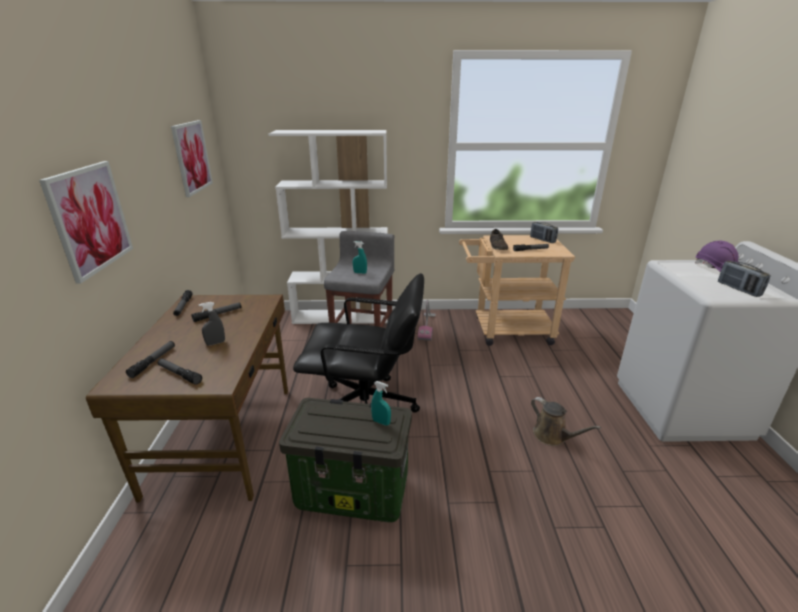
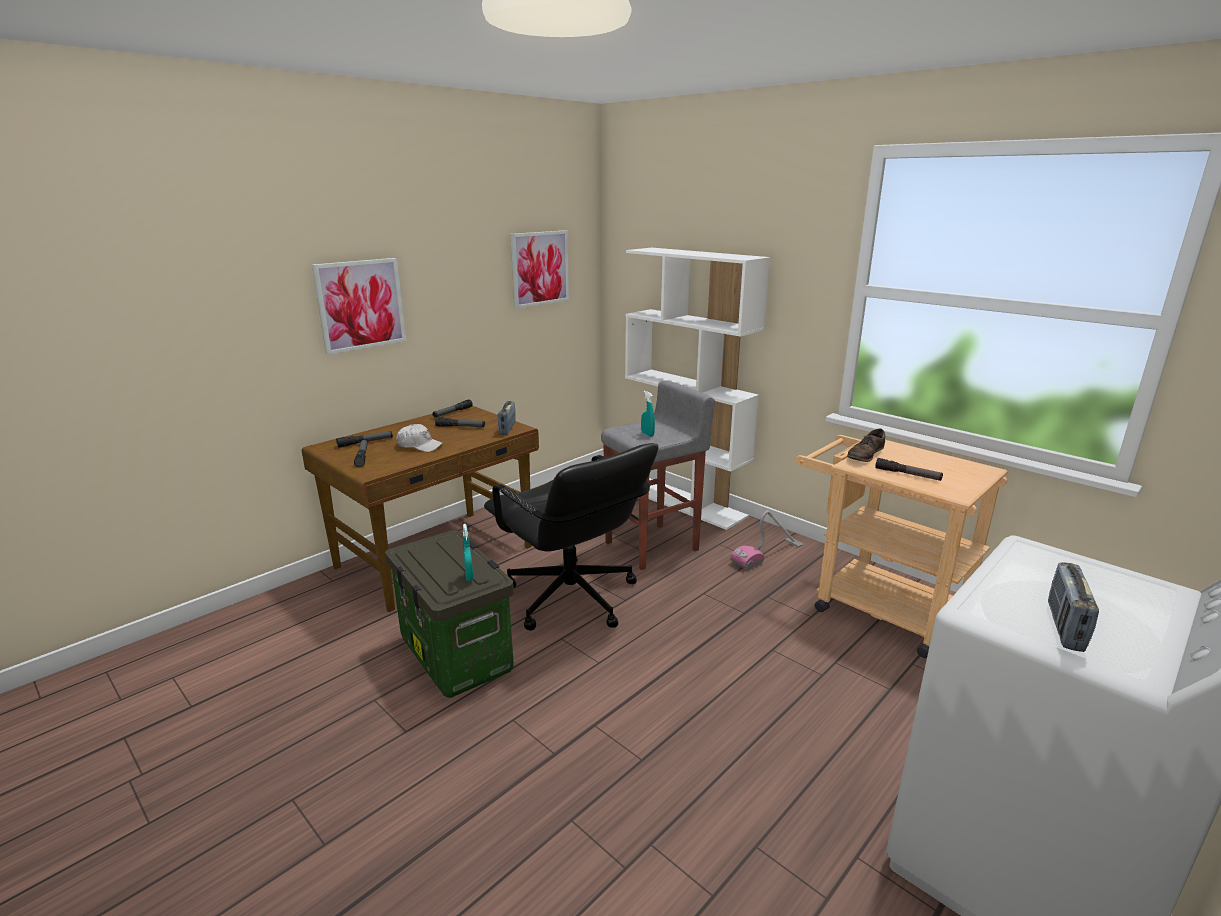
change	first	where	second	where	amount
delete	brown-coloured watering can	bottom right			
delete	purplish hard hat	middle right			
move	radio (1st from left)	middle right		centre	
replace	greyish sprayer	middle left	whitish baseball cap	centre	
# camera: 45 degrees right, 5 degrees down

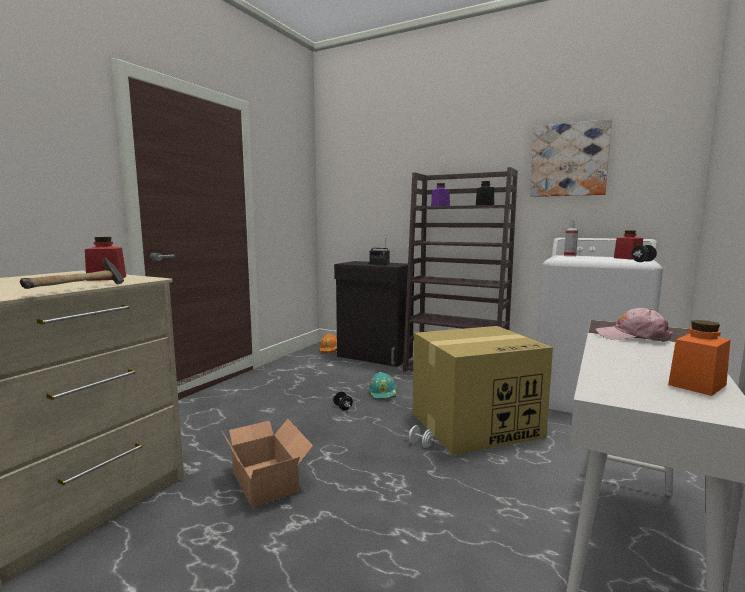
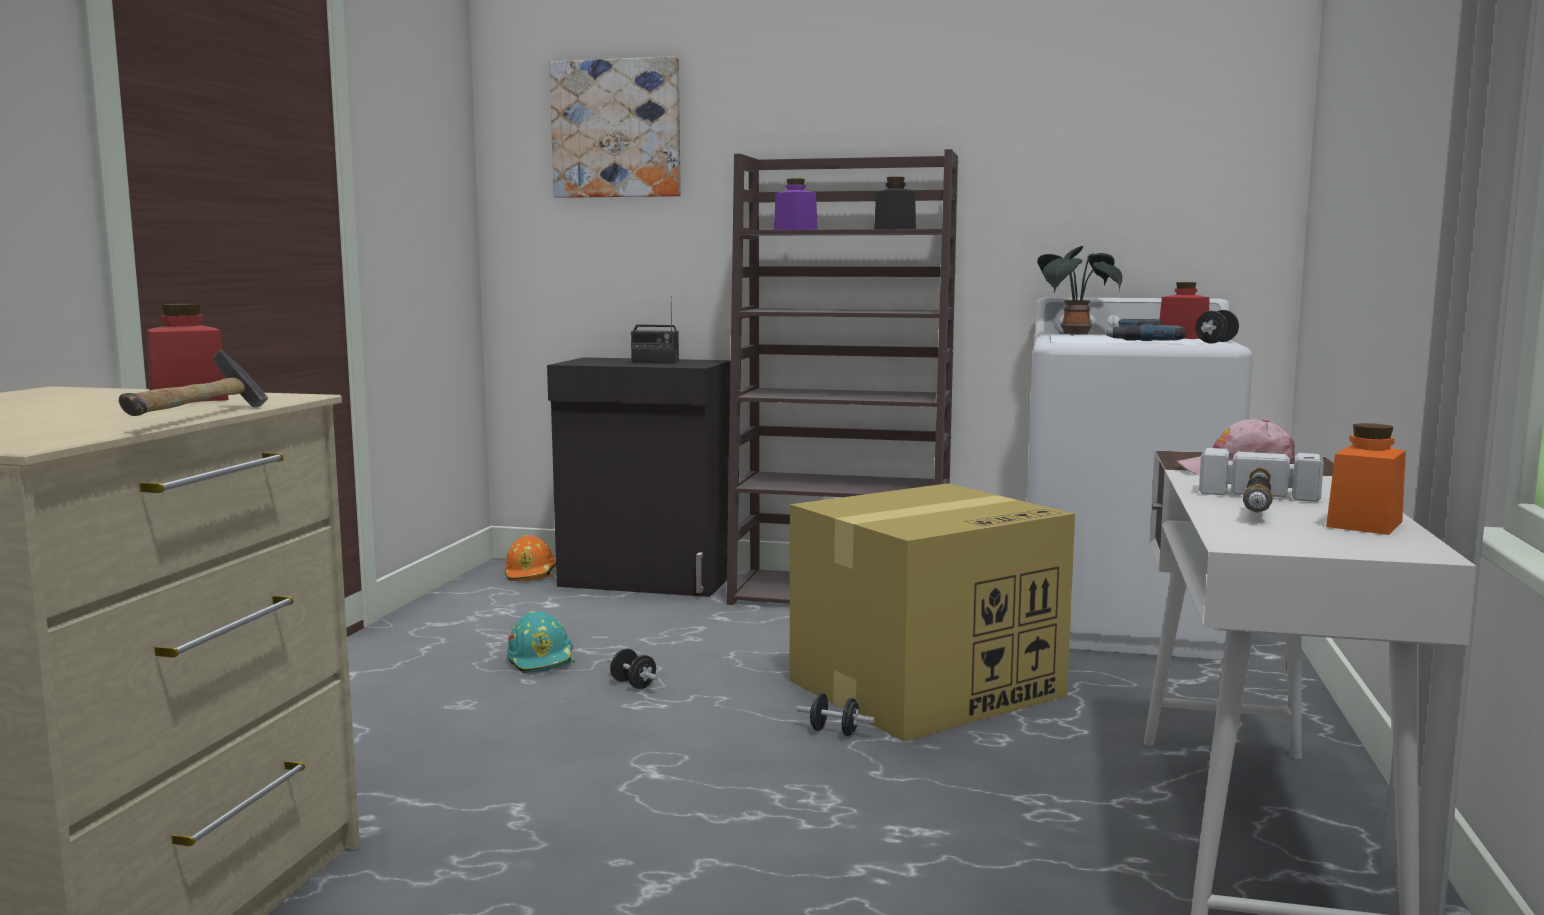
change	first	where	second	where	amount
delete	carton (1st from left)	bottom centre			
insert			electric drill	middle right	
insert			hand hammer (2nd from left)	middle right	
move	blue-green hard hat	centre		bottom centre	
move	wall picture	top right		top centre	
replace	sprayer	middle right	houseplant	top right	
recolor	whitish hand weight	bottom centre	black hand weight (2nd from left)	bottom centre	
# camera: 15 degrees left, 0 degrees up

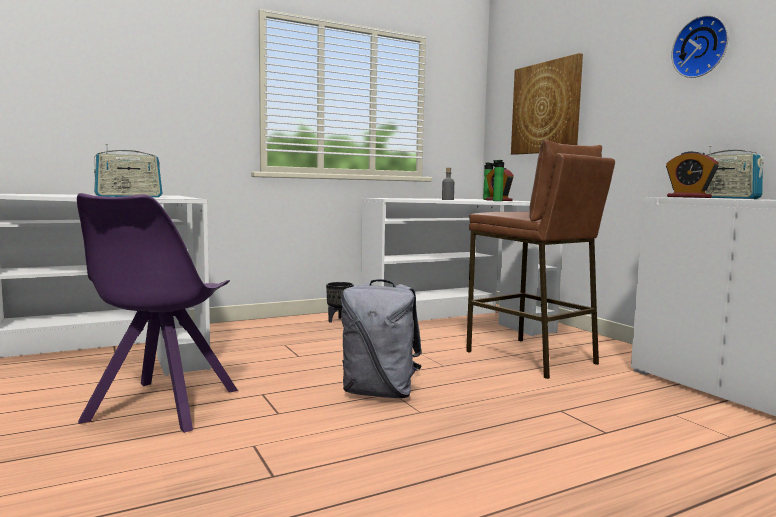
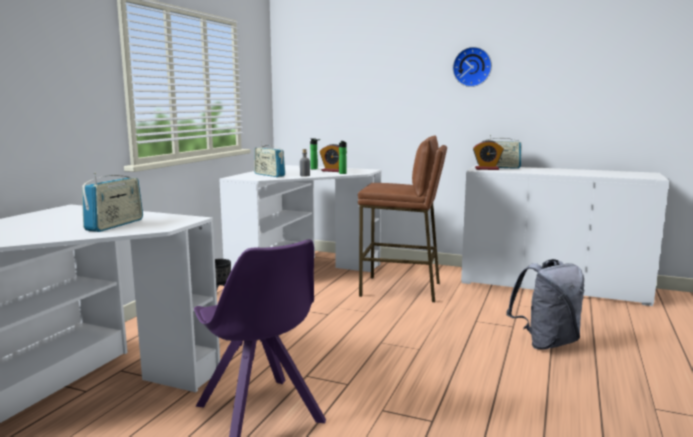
change	first	where	second	where	amount
delete	wall picture	top right			
insert			radio (2nd from left)	centre	
move	greyish rucksack	centre		bottom right	
# camera: 40 degrees left, 5 degrees up

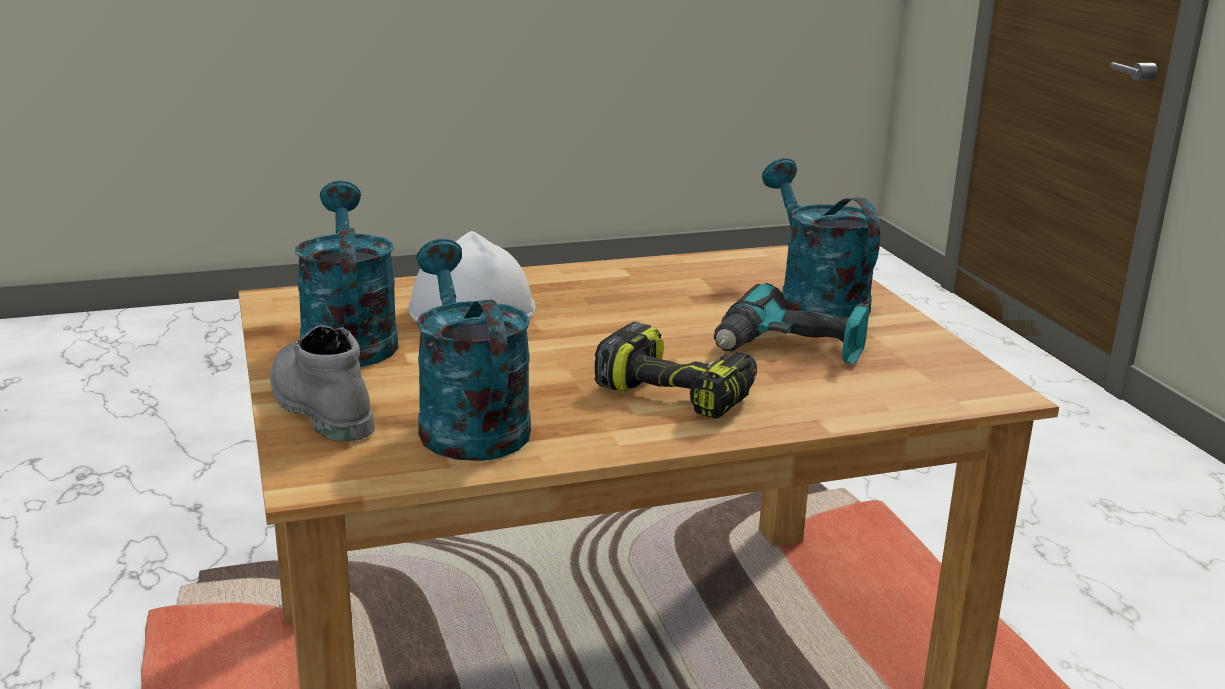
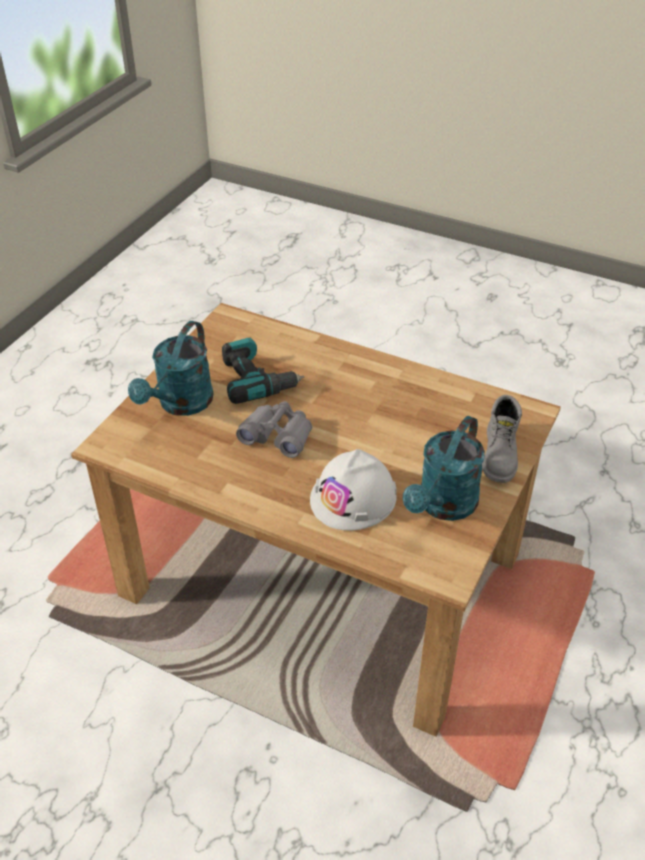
change	first	where	second	where	amount
delete	blue-green watering can (2nd from left)	centre			
delete	electric drill (1st from left)	centre			
insert			greyish binoculars	centre	
# camera: 135 degrees left, 20 degrees up

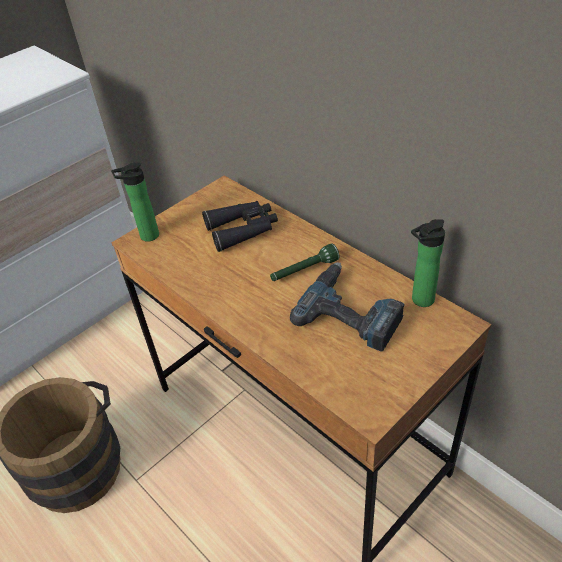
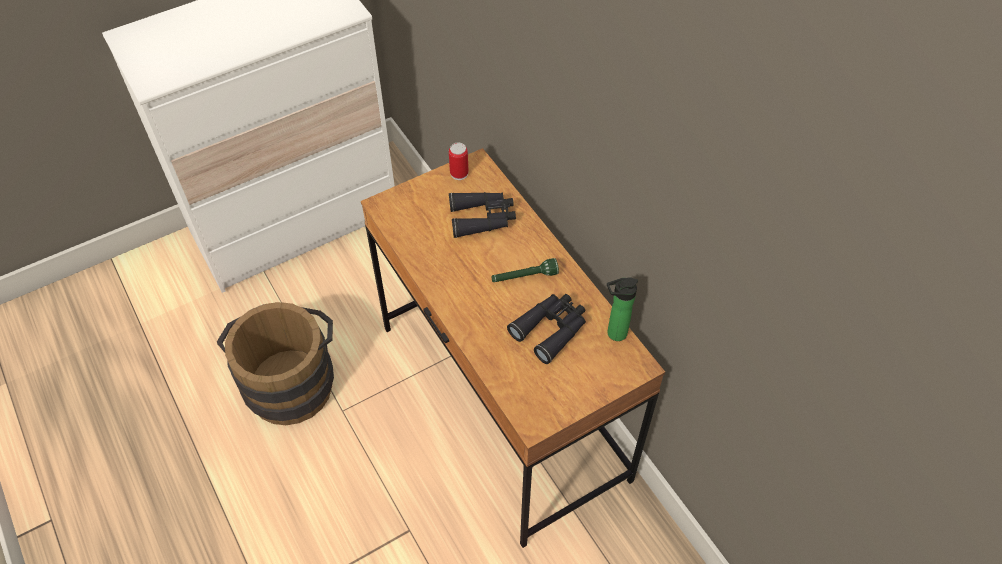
change	first	where	second	where	amount
delete	beverage bottle (1st from left)	middle left			
insert			metal can	top centre	
replace	electric drill	centre	black binoculars (2nd from left)	centre	
# camera: 10 degrees right, 10 degrees up

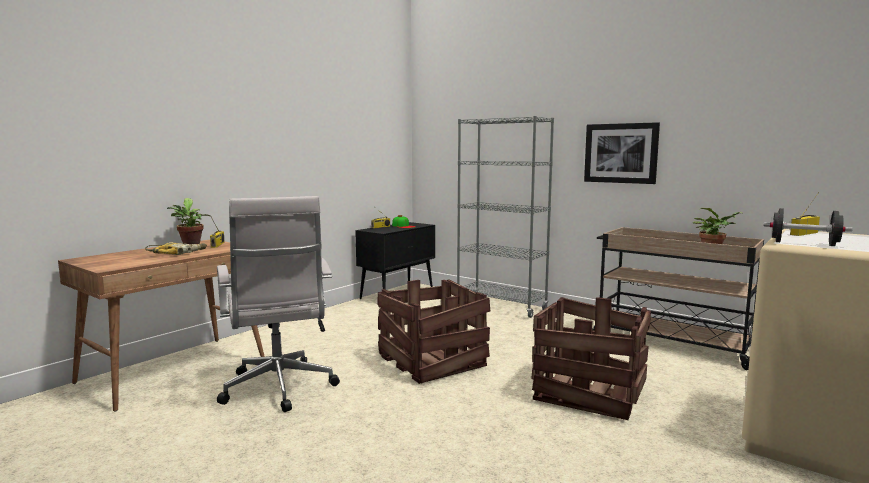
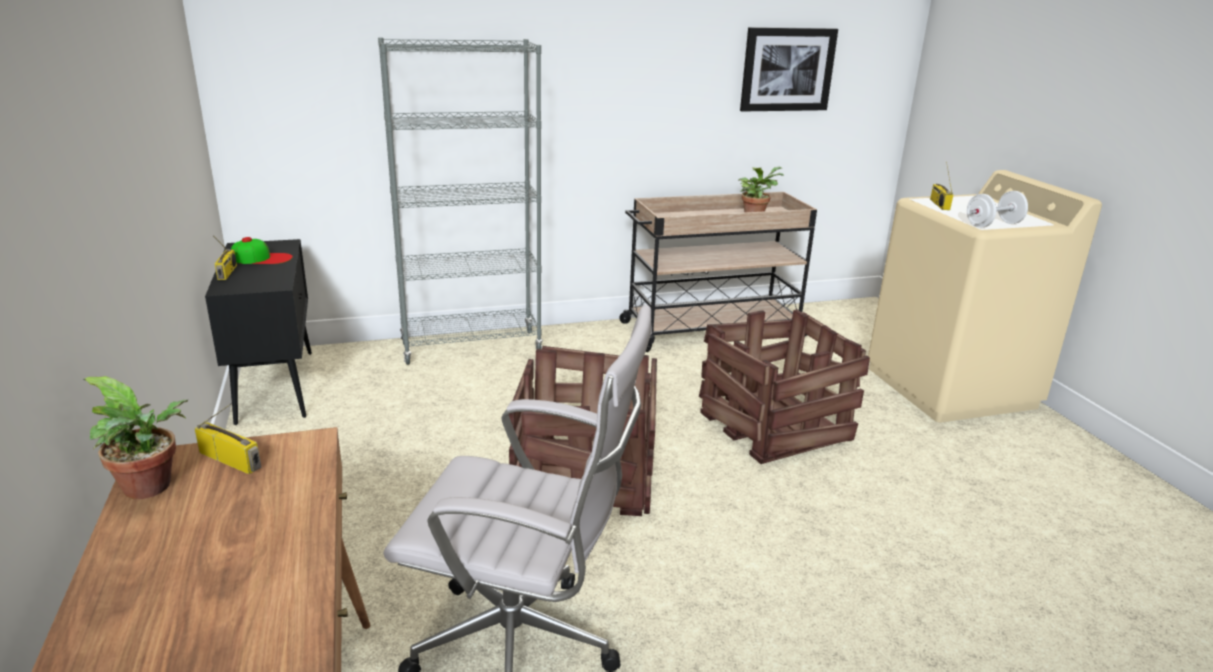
change	first	where	second	where	amount
delete	electric drill	middle left			
move	wall picture	top right		top centre	
recolor	black hand weight	middle right	whitish hand weight	top right	
# camera: 55 degrees left, 15 degrees up

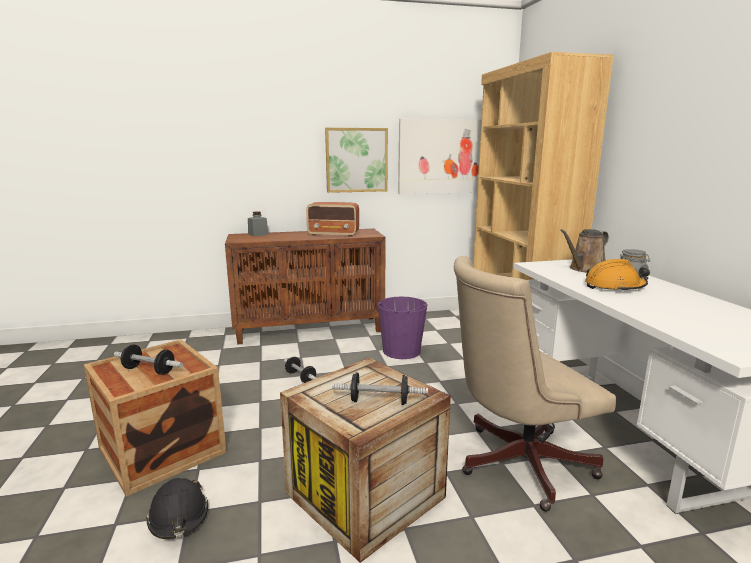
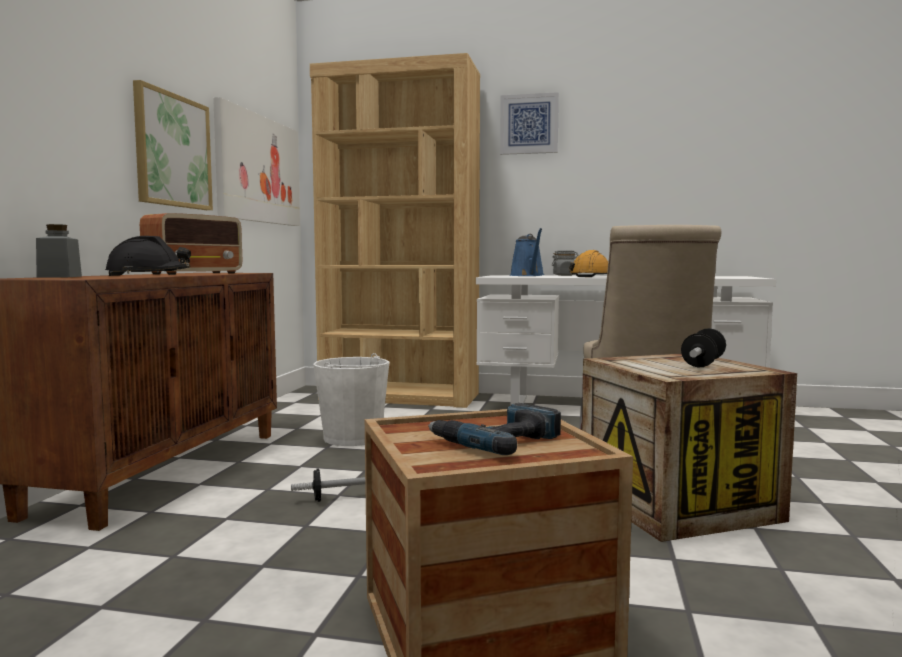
change	first	where	second	where	amount
insert			wall picture (3rd from left)	top centre	
move	black hard hat	bottom left		middle left	
replace	hand weight (1st from left)	middle left	electric drill	centre	
recolor	purplish pail	centre	whitish pail	centre	
recolor	brown-coloured watering can	middle right	blue watering can	centre	
# camera: 65 degrees left, 10 degrees down

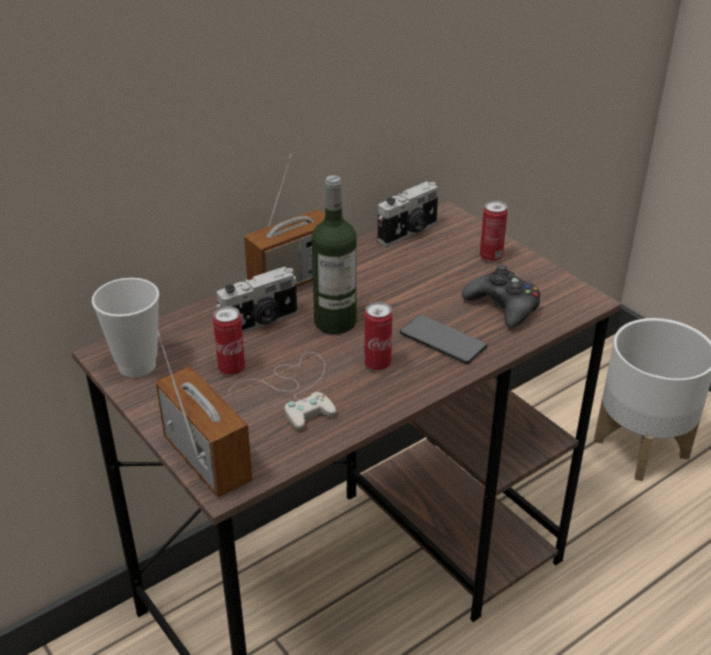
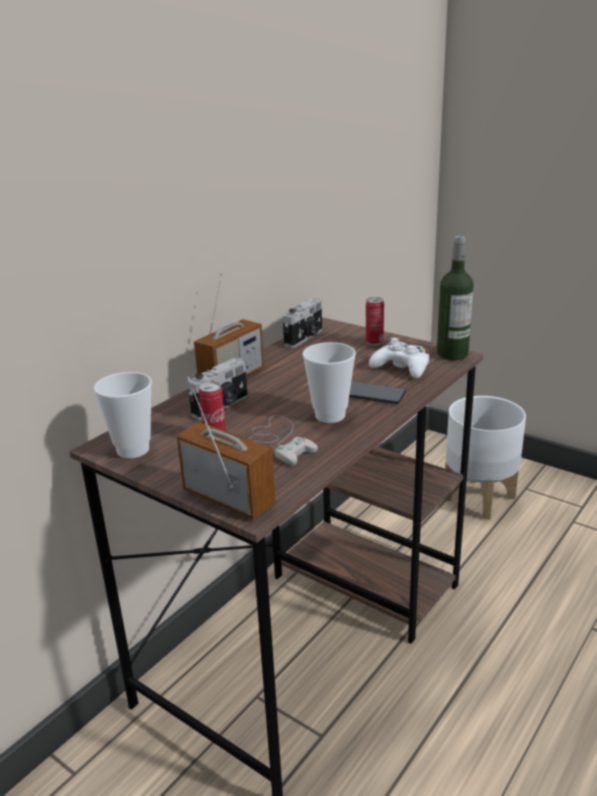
change	first	where	second	where	amount
move	beverage bottle	centre		middle right	
replace	metal can (2nd from left)	centre	small cup (2nd from left)	centre	
recolor	black joypad	middle right	whitish joypad (2nd from left)	middle right	
# camera: 15 degrees left, 10 degrees down

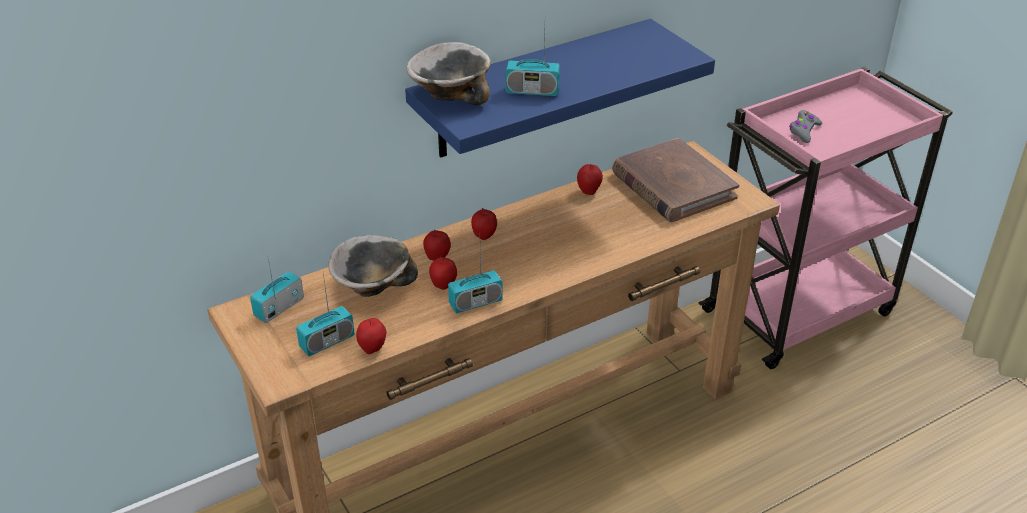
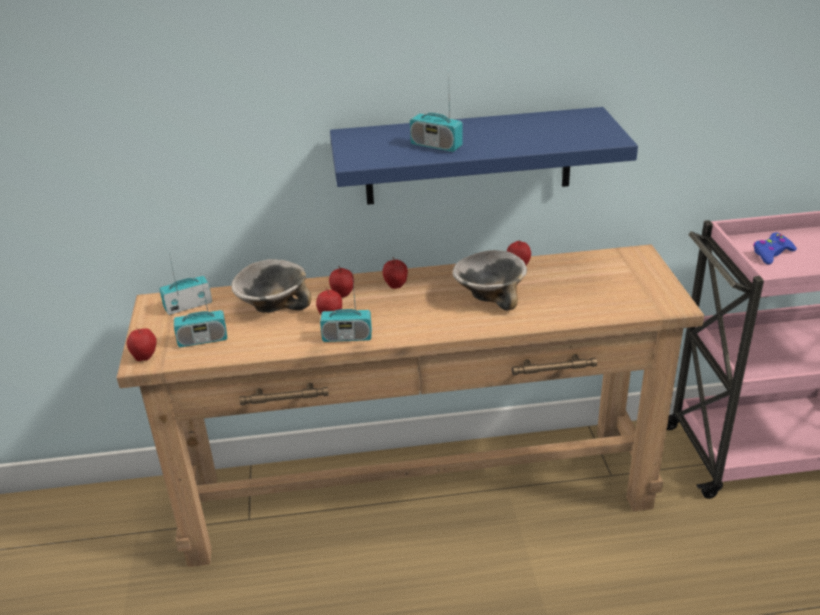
change	first	where	second	where	amount
delete	brown-coloured book	centre			
move	whole apple (1st from left)	centre		middle left	
move	serving bowl (2nd from left)	top centre		centre	
recolor	greyish joypad	top right	blue joypad	middle right	
# camera: 25 degrees right, 5 degrees down

